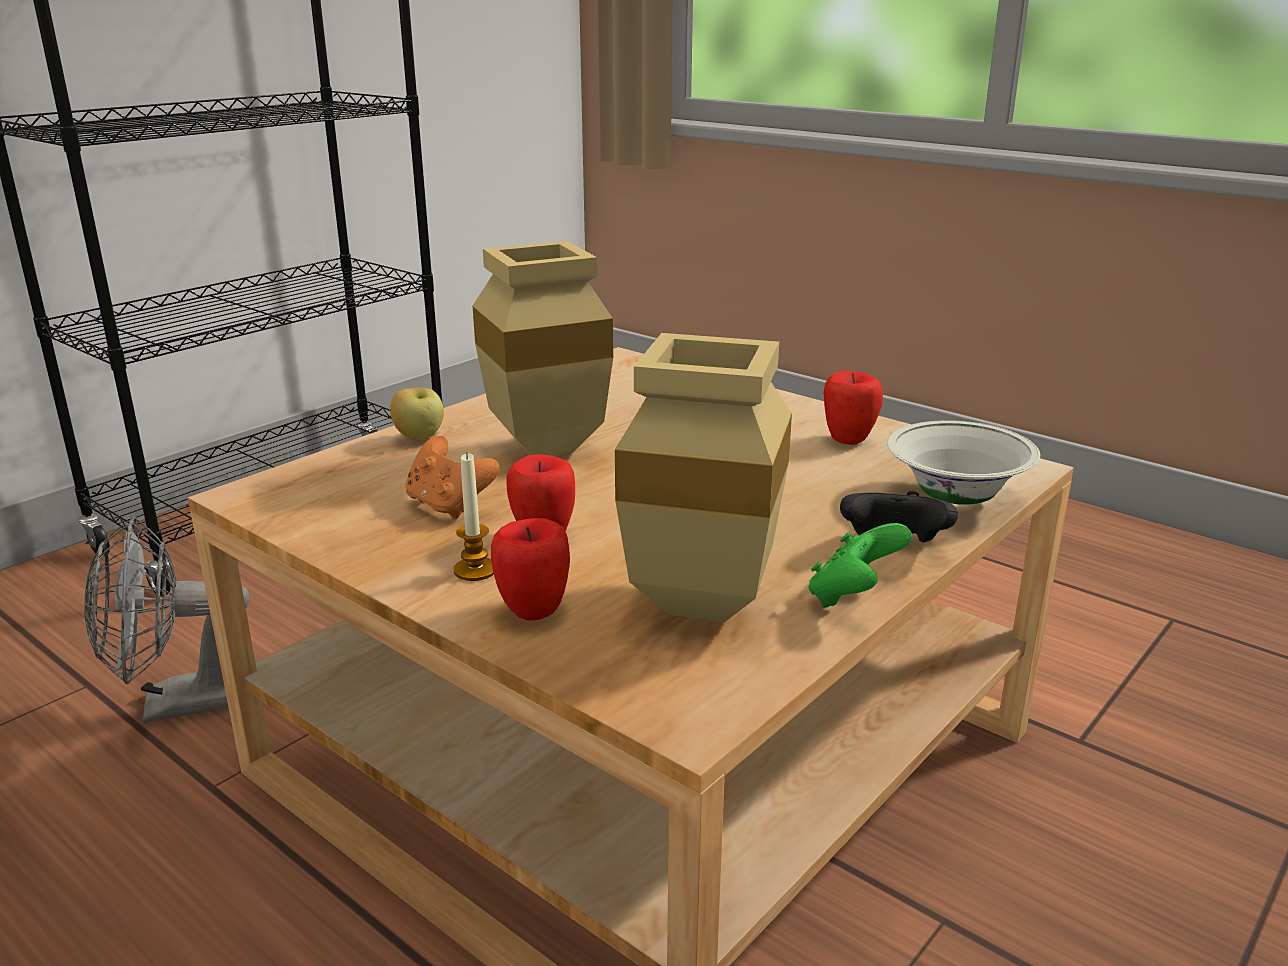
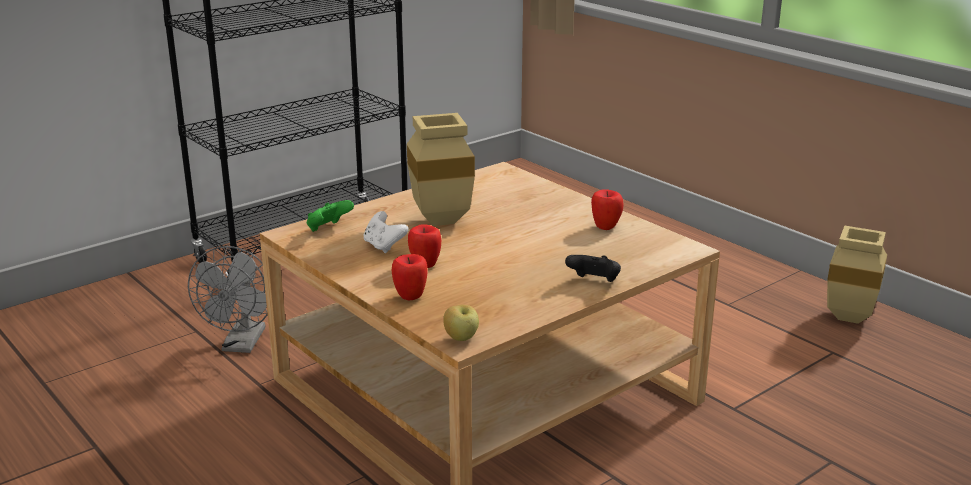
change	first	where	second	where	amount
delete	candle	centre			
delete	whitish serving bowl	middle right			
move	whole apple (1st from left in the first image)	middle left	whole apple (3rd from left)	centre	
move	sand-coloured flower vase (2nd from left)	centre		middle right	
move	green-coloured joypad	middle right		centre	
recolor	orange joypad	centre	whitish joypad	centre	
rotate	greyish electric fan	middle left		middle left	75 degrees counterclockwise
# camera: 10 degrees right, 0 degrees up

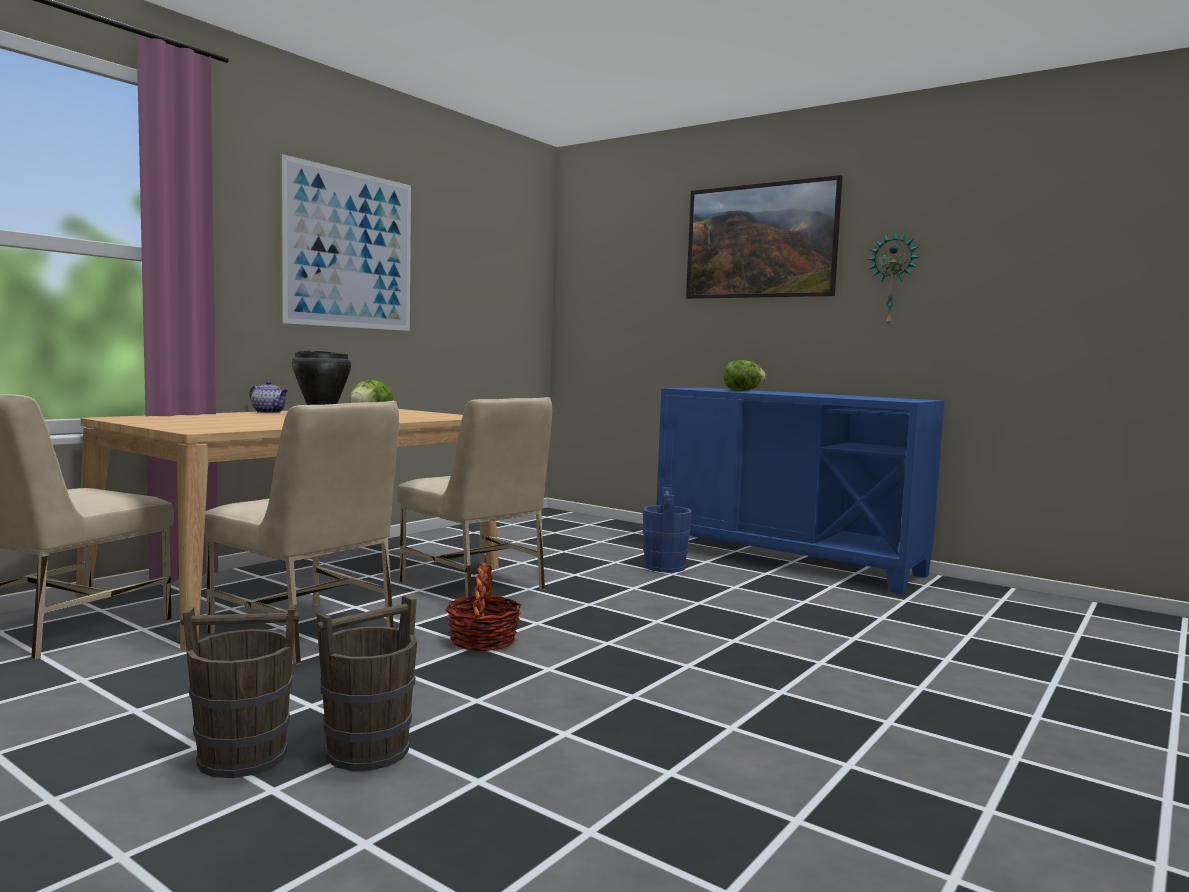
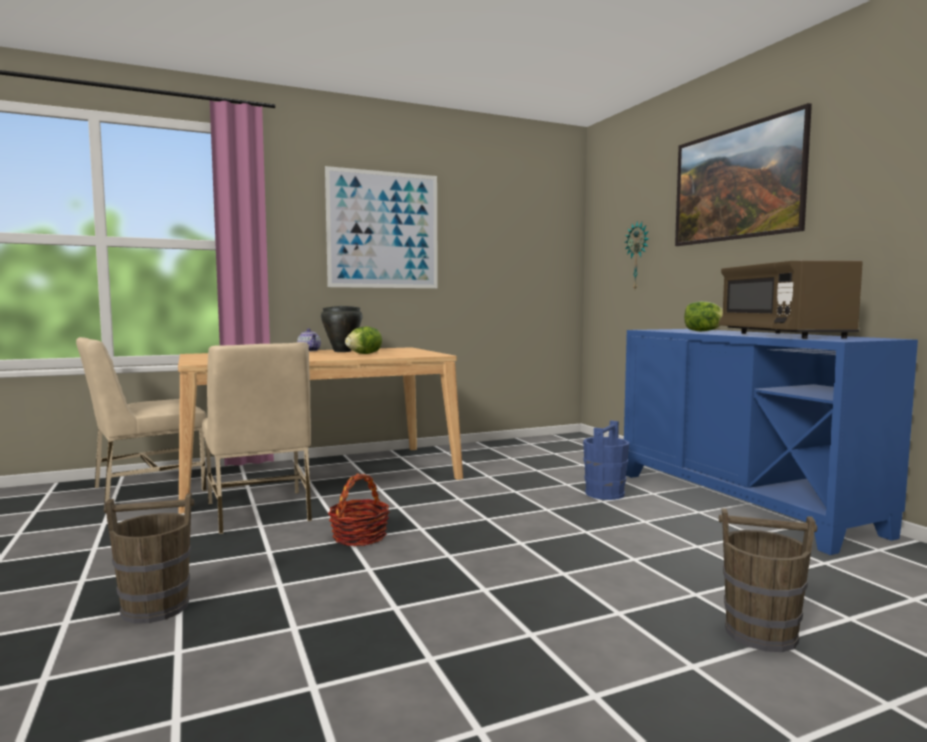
change	first	where	second	where	amount
delete	sand-coloured chair (3rd from left)	centre			
insert			brown-coloured microwave	middle right	
move	brown-coloured pail (1st from left in the first image)	bottom left	brown-coloured pail (2nd from left)	bottom right	
move	hanging clock	top right		middle right	
# camera: 30 degrees right, 0 degrees up

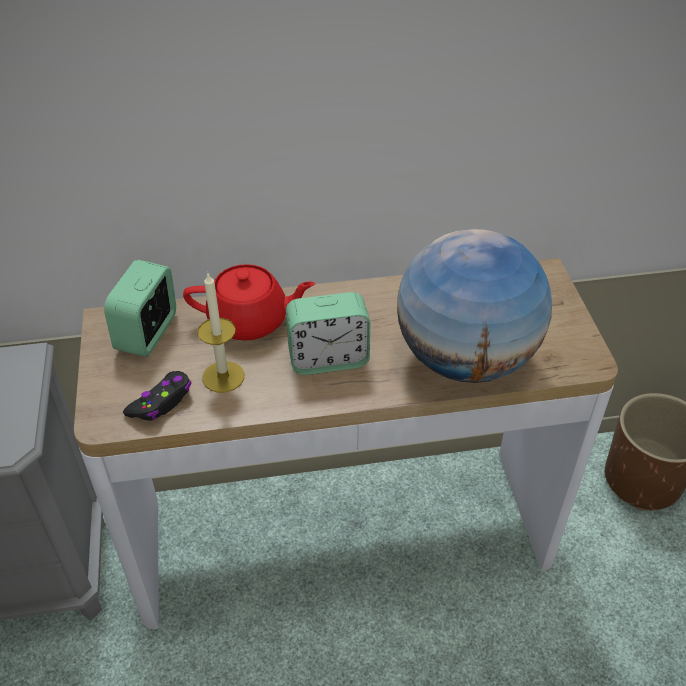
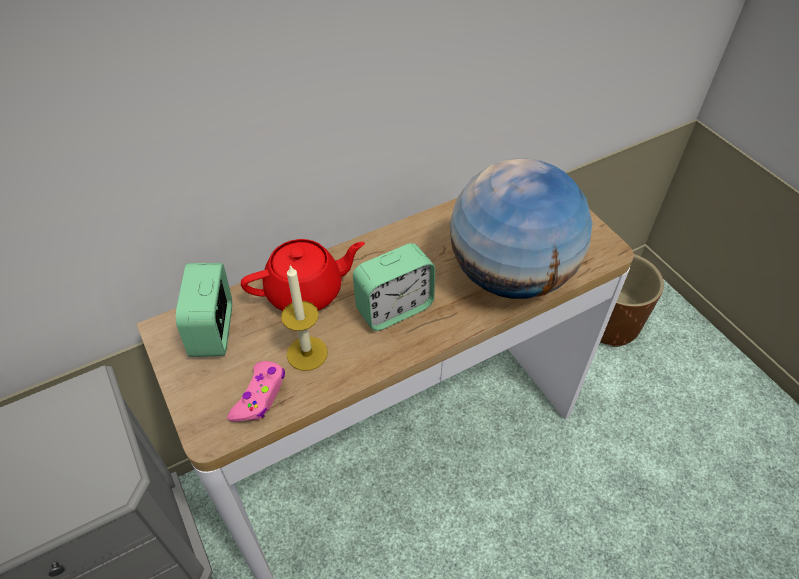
change	first	where	second	where	amount
recolor	black joypad	middle left	pink-coloured joypad	bottom left	
# camera: 20 degrees left, 5 degrees up

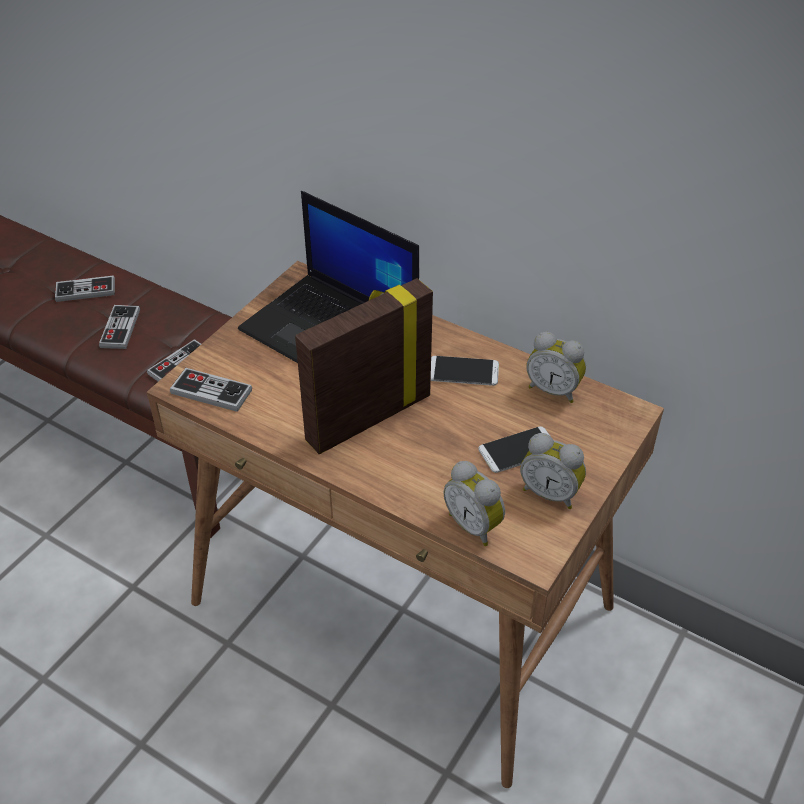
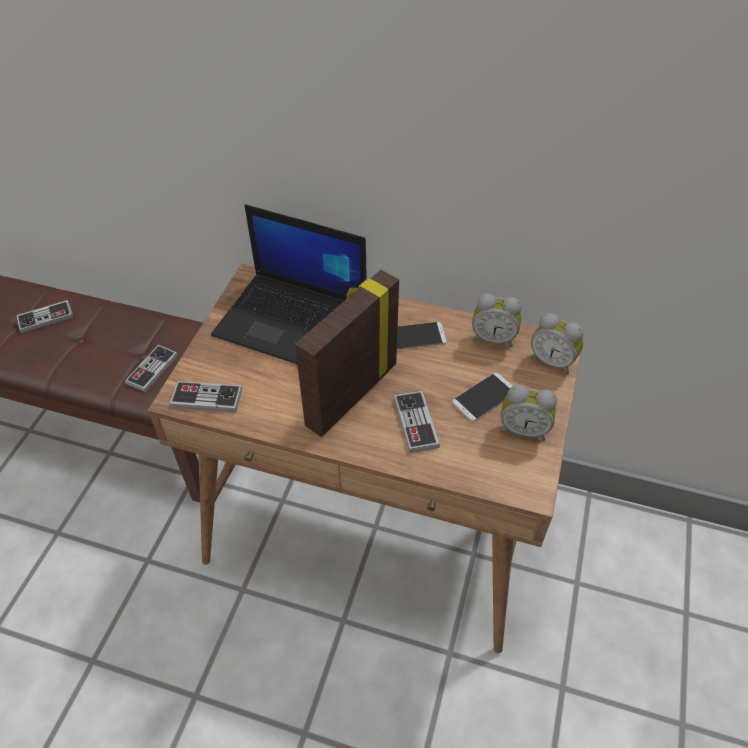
change	first	where	second	where	amount
move	joypad (2nd from left in the first image)	middle left	joypad (4th from left)	centre	
move	alarm clock (1st from left in the first image)	centre	alarm clock (3rd from left)	middle right	
# camera: 15 degrees left, 5 degrees up

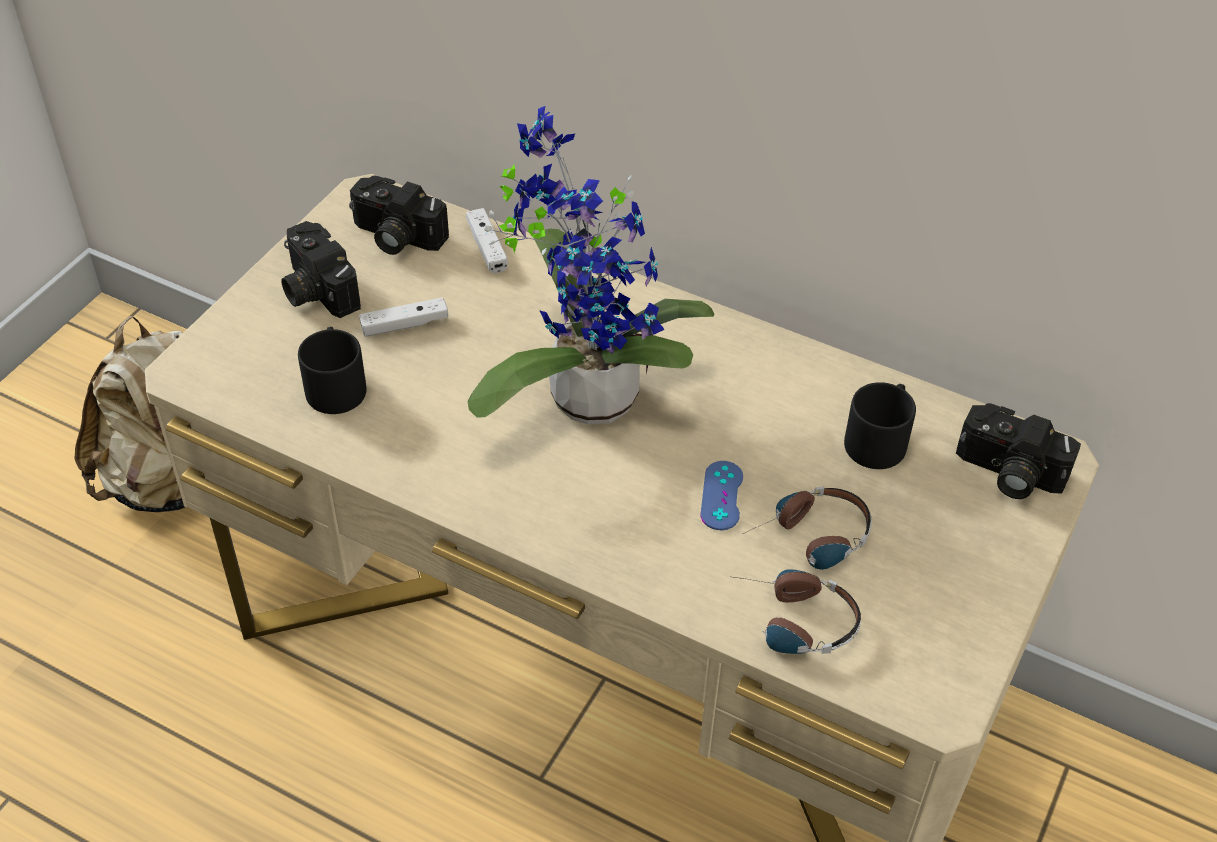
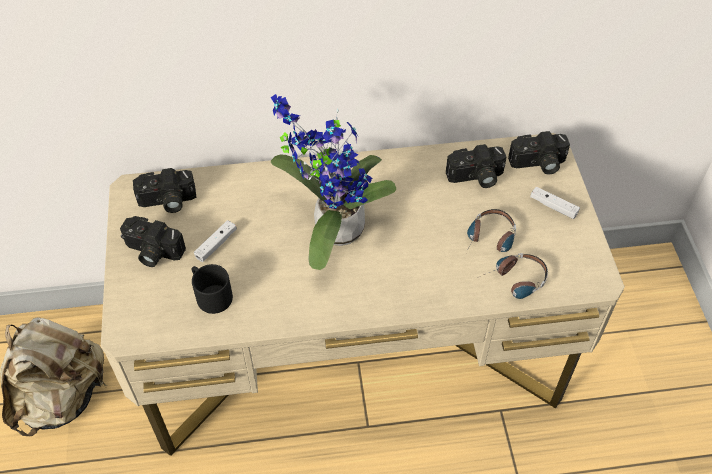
change	first	where	second	where	amount
delete	blue joypad	centre			
move	whitish joypad (2nd from left)	top centre		middle right	
replace	black mug (2nd from left)	middle right	photo camera (3rd from left)	middle right	
# camera: 35 degrees left, 5 degrees up

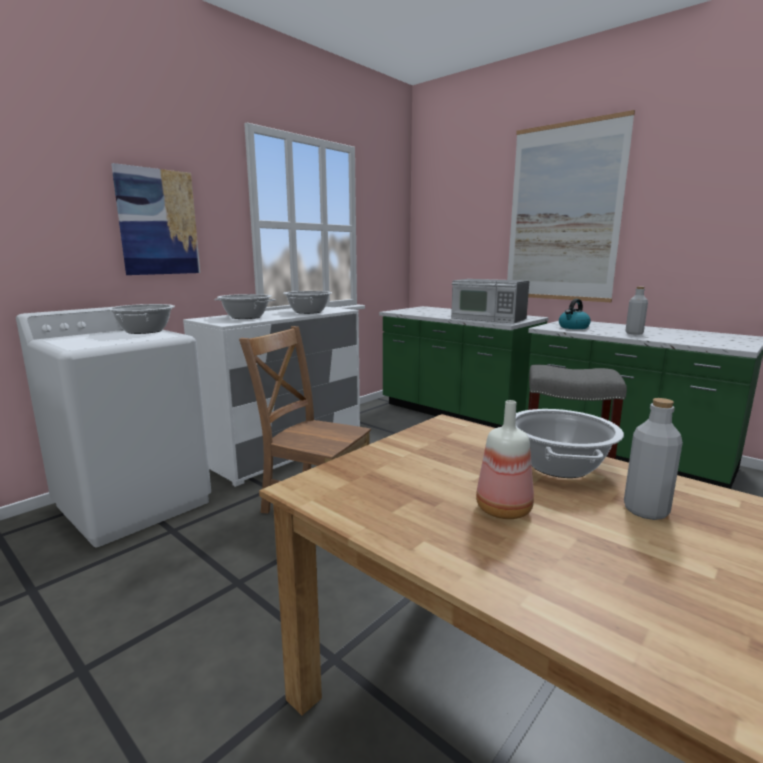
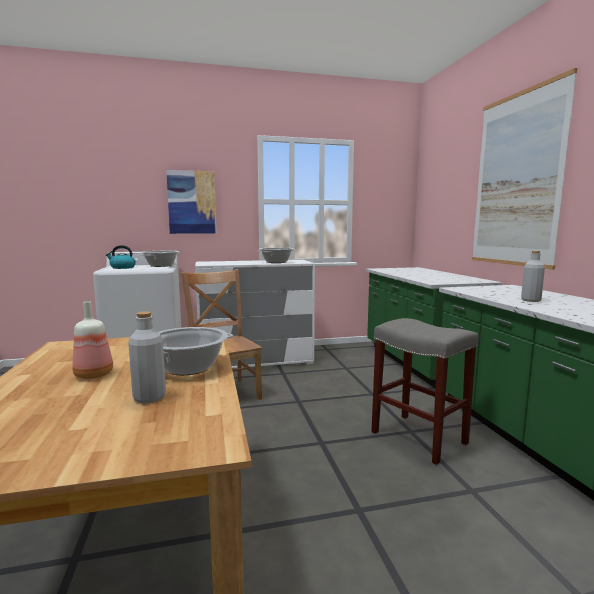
change	first	where	second	where	amount
delete	stockpot (2nd from left)	middle left			
delete	microwave	centre			
move	tea kettle	middle right		middle left	
# camera: 35 degrees right, 5 degrees down

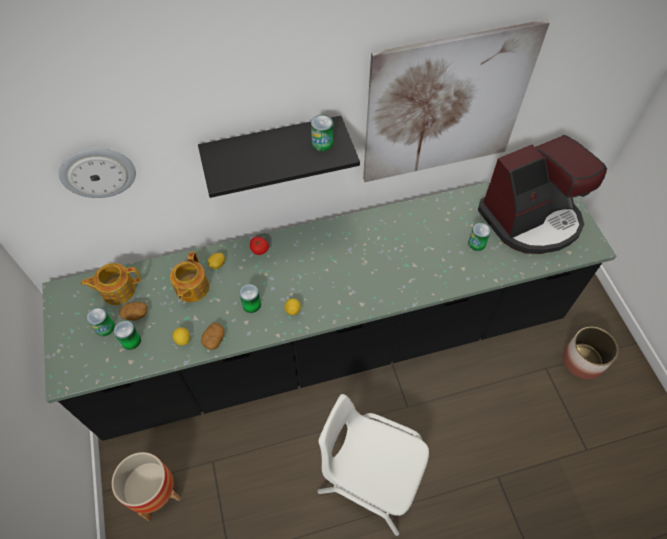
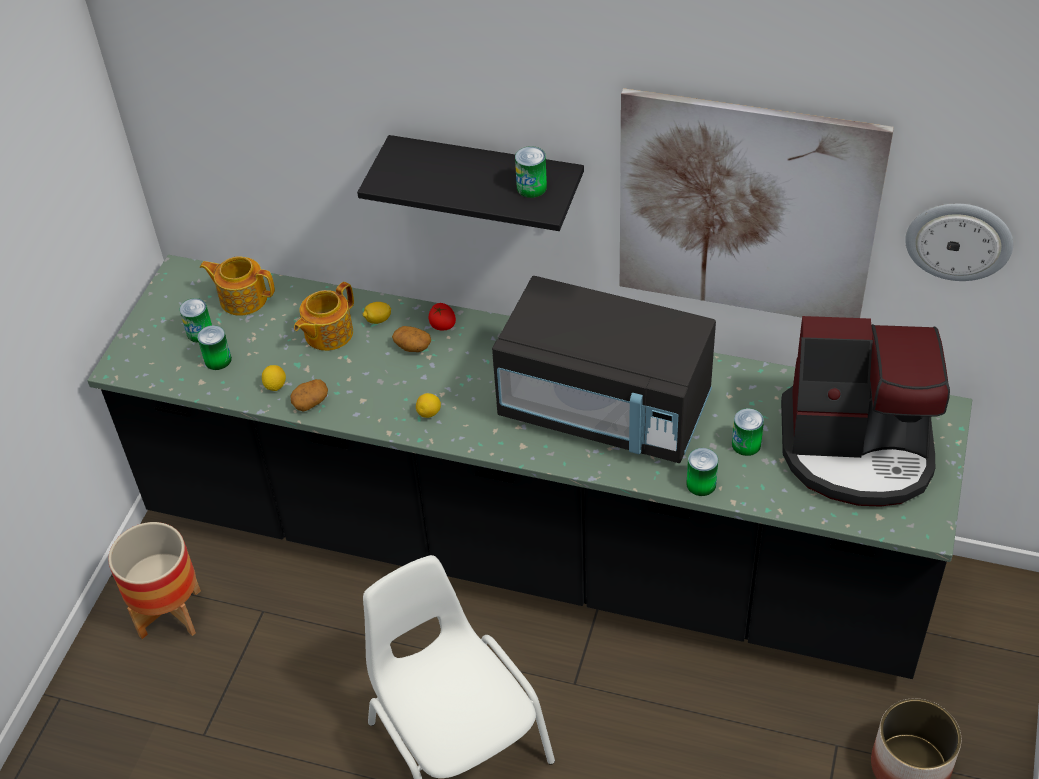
change	first	where	second	where	amount
insert			black microwave	centre	
move	hanging clock	top left		top right	
move	spud (1st from left in the first image)	middle left	spud (2nd from left)	centre	
move	metal can (3rd from left in the first image)	centre	metal can (4th from left)	middle right	
# camera: 35 degrees right, 10 degrees down

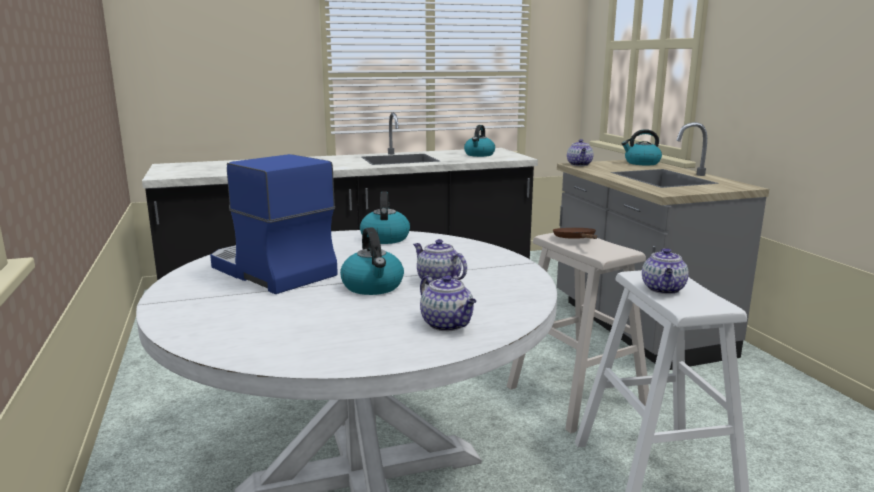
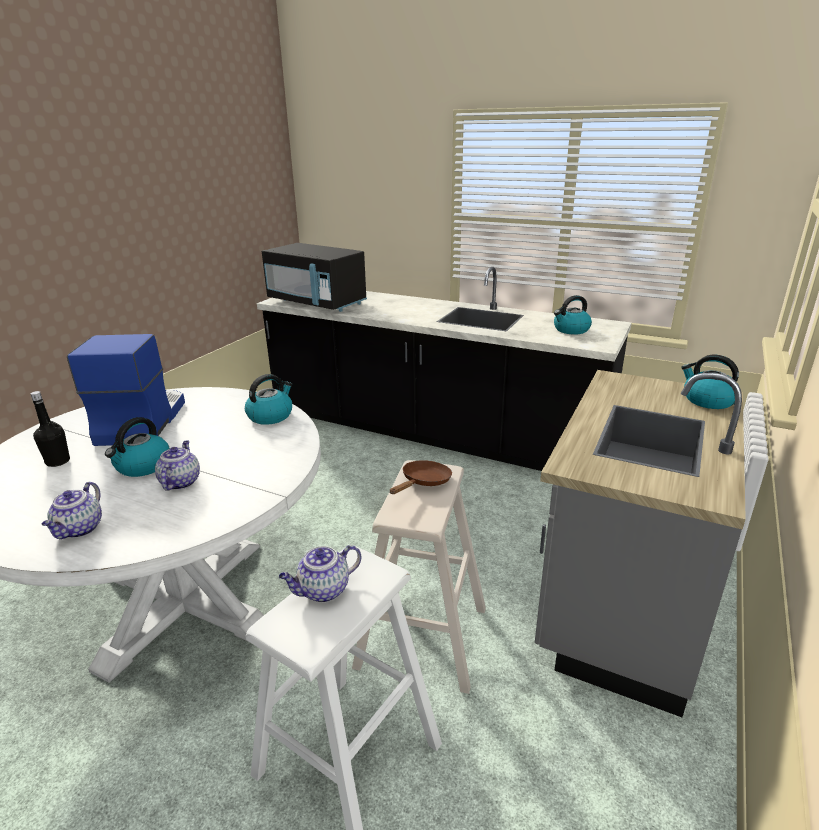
change	first	where	second	where	amount
delete	tea pot (3rd from left)	top centre			
insert			black beverage bottle	middle left	
insert			black microwave	centre	
# camera: 45 degrees right, 10 degrees up

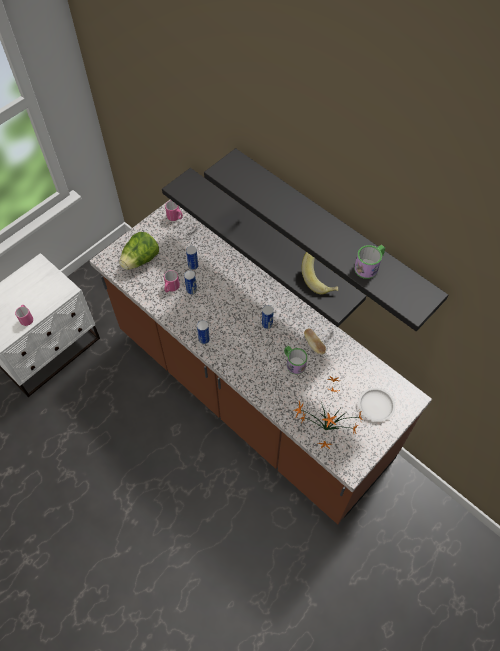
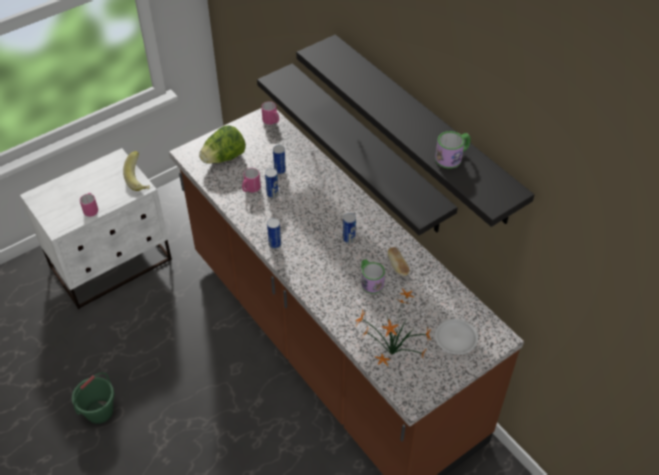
change	first	where	second	where	amount
insert			green-coloured pail	bottom left	
move	banana fruit	centre		middle left	
# camera: 10 degrees right, 10 degrees down

